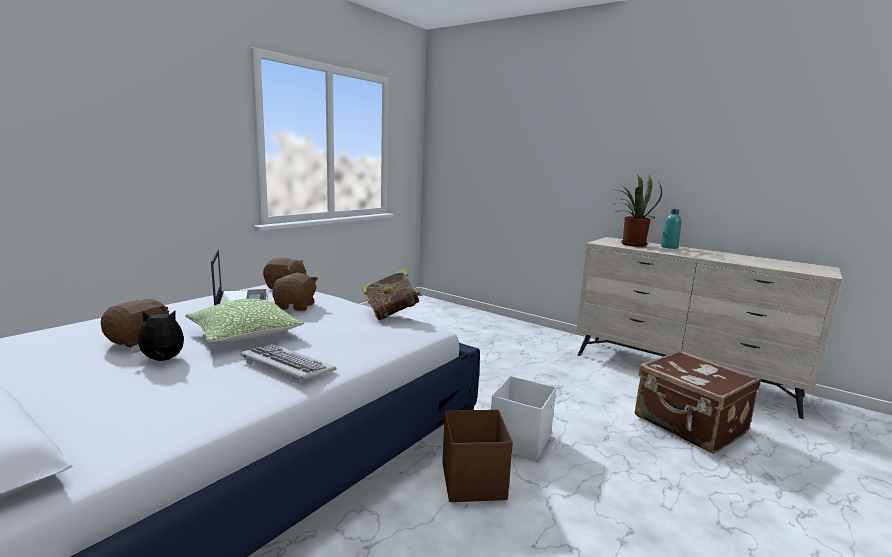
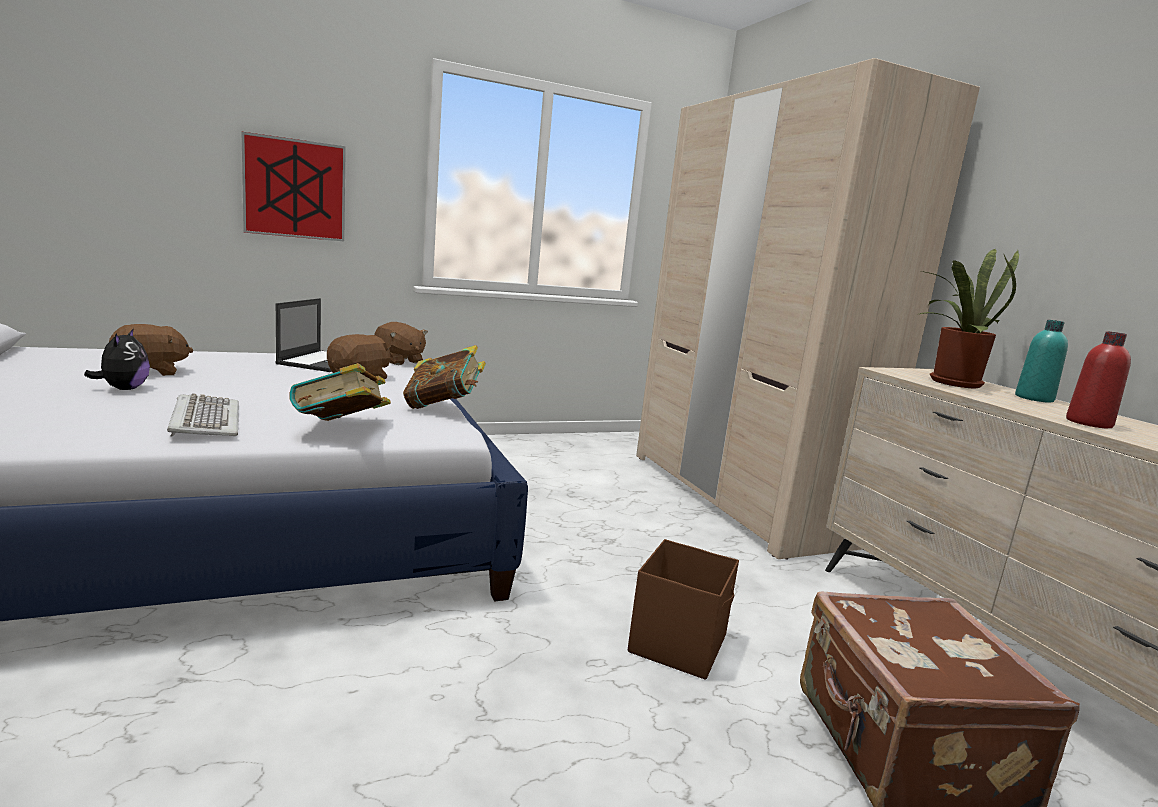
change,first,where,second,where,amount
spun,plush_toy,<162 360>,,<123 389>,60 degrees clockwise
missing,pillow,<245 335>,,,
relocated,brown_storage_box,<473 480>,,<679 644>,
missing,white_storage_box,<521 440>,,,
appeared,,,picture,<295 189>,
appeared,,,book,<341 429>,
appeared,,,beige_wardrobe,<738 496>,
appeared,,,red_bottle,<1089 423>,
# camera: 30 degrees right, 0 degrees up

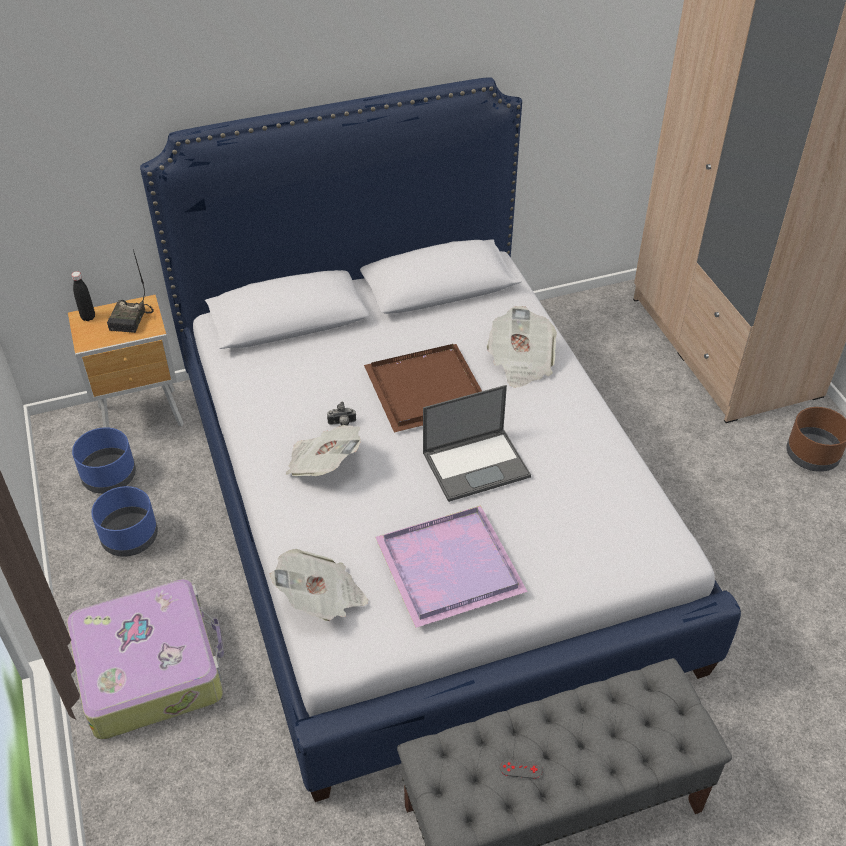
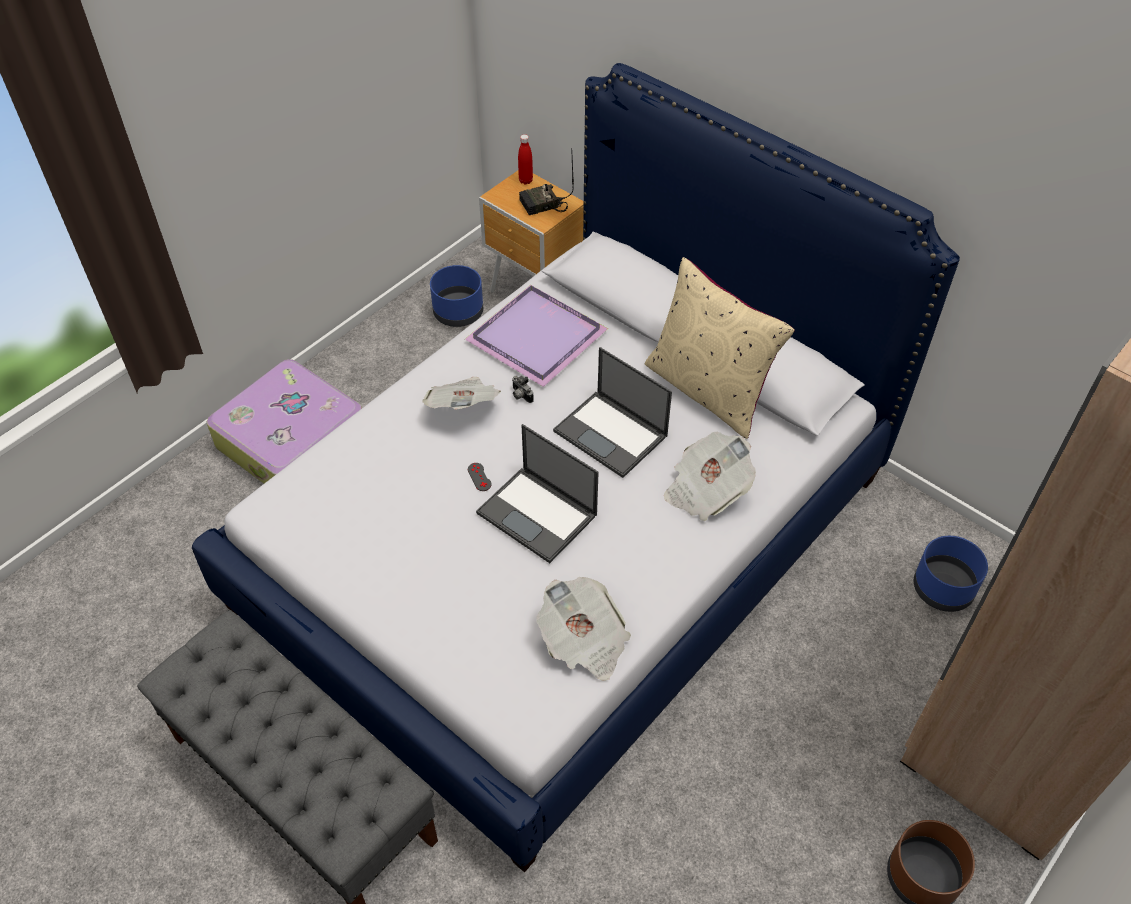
change,first,where,second,where,amount
colour,black_bottle,<88 317>,red_bottle,<525 181>,
relocated,blue_planter,<130 538>,,<942 589>,
relocated,newspaper,<322 599>,,<584 641>,
exchanged,brown_tray,<427 388>,laptop,<612 434>,
relocated,purple_tray,<450 564>,,<539 337>,
relocated,grey_game_controller,<521 768>,,<479 477>,
appeared,,,beige_pillow,<708 390>,
# camera: 60 degrees right, 5 degrees up

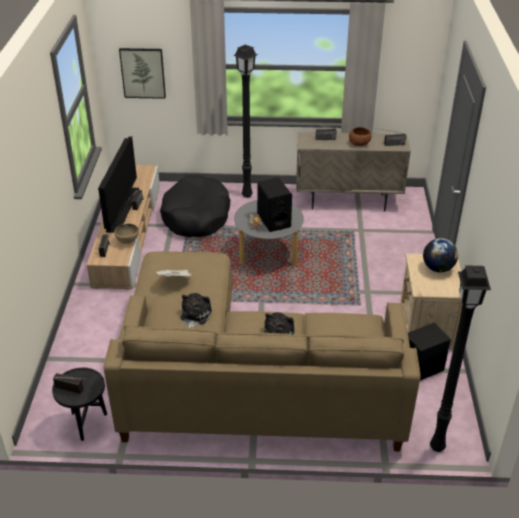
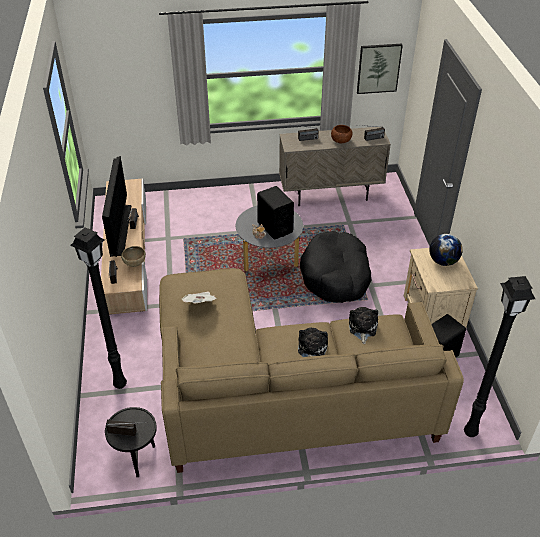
change,first,where,second,where,amount
relocated,picture,<143 73>,,<378 68>,
relocated,black_dog_bed,<196 216>,,<335 276>,
relocated,plush_toy,<194 316>,,<362 328>,
relocated,black_floor_lamp,<247 195>,,<120 385>,
# camera: 10 degrees left, 5 degrees up

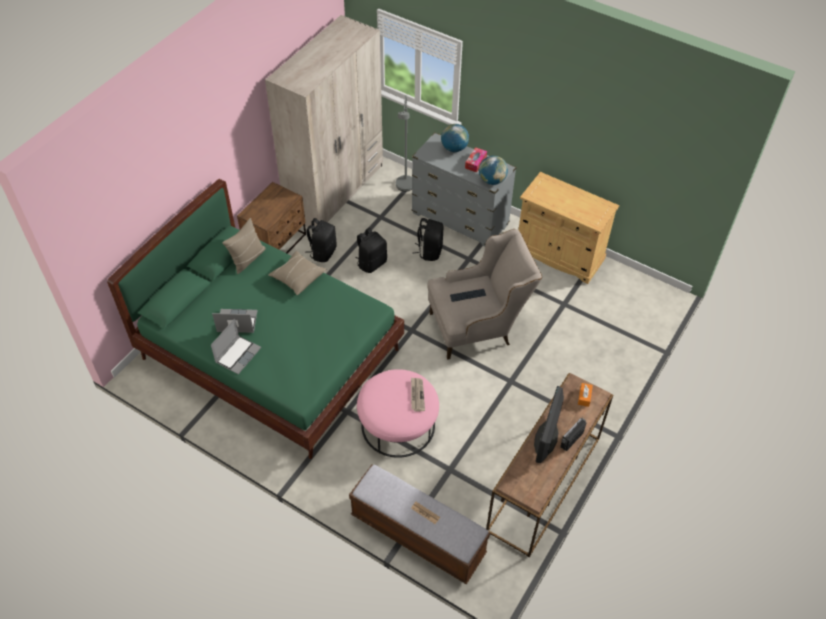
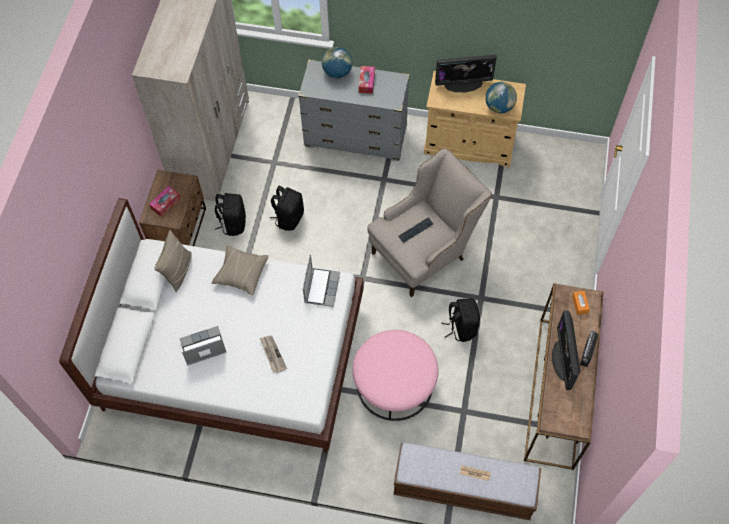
change,first,where,second,where,amount
colour,green_bed,<271 353>,white_bed,<234 355>,
relocated,laptop,<238 355>,,<321 287>,
missing,grey_floor_lamp,<405 188>,,,
relocated,newspaper,<417 395>,,<272 354>,
relocated,black_backpack,<429 251>,,<461 327>,
relocated,globe,<492 180>,,<499 107>,
appeared,,,tissue_box,<165 203>,
appeared,,,monitor,<463 84>,
# camera: 20 degrees left, 10 degrees up

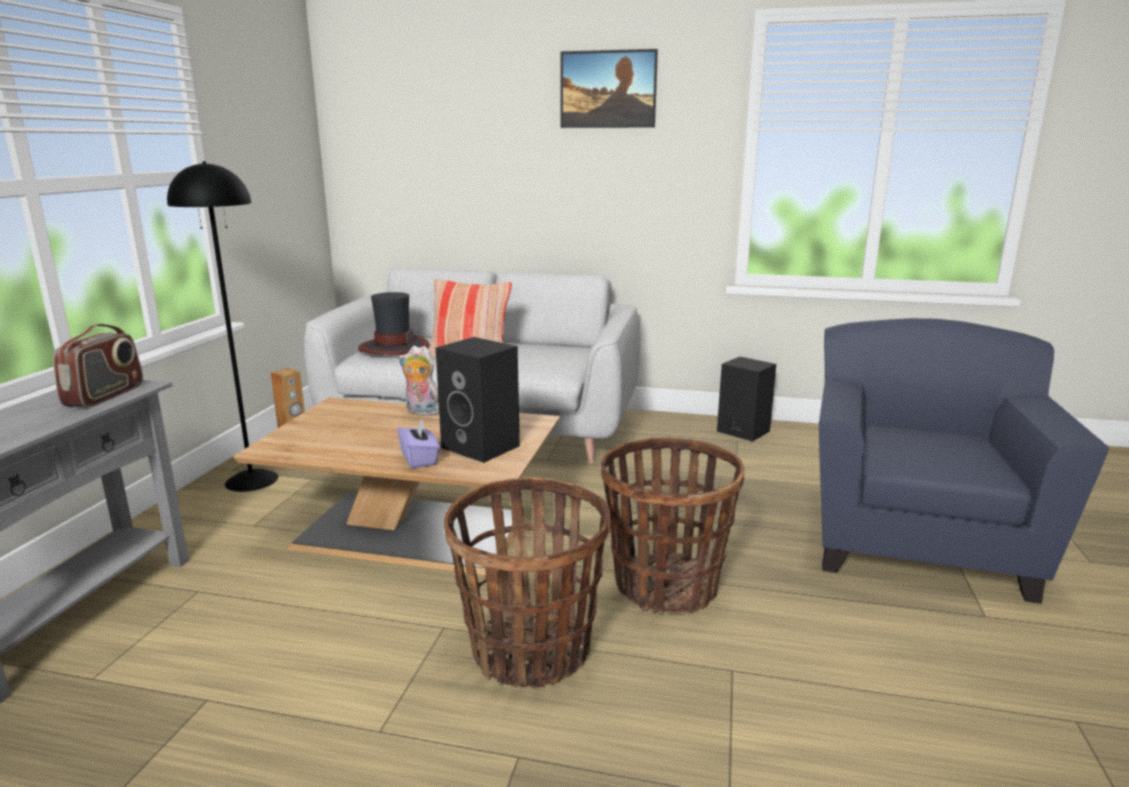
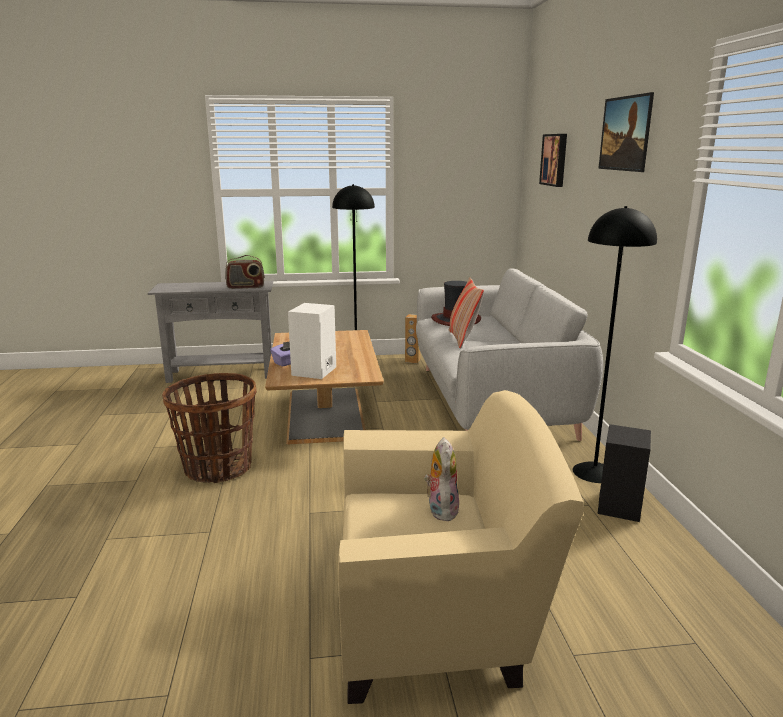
change,first,where,second,where,amount
relocated,plush_toy,<421 412>,,<440 509>,
colour,black_speaker,<483 447>,white_speaker,<314 371>,
missing,basket,<665 585>,,,
colour,blue_armchair,<914 540>,beige_armchair,<438 620>,
appeared,,,picture,<555 160>,
appeared,,,black_floor_lamp,<595 472>,
# camera: 70 degrees right, 0 degrees up

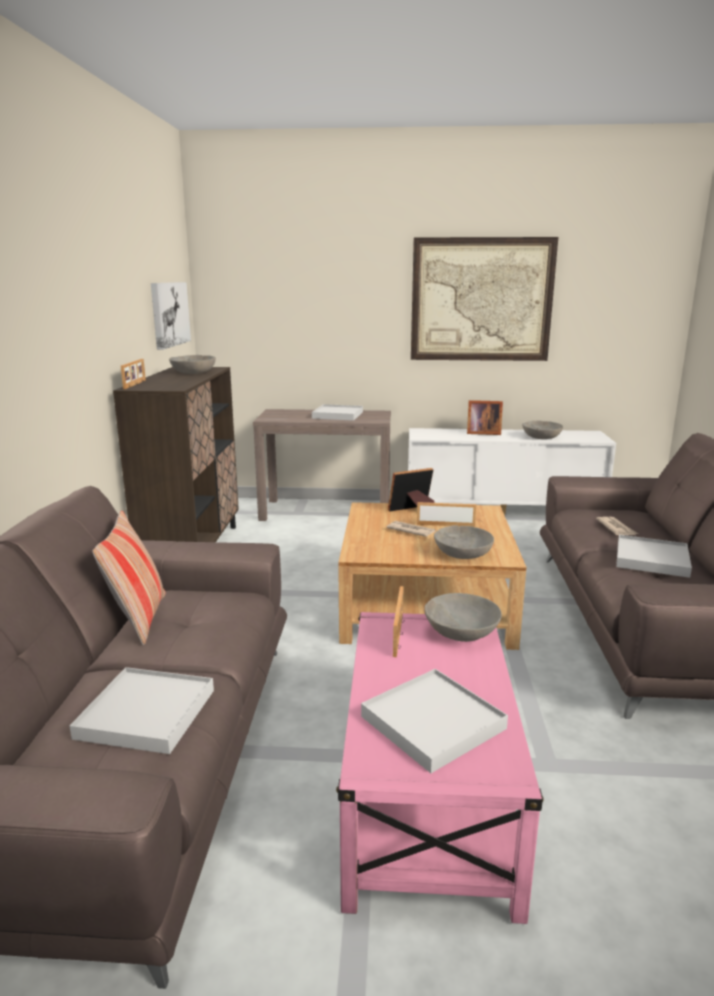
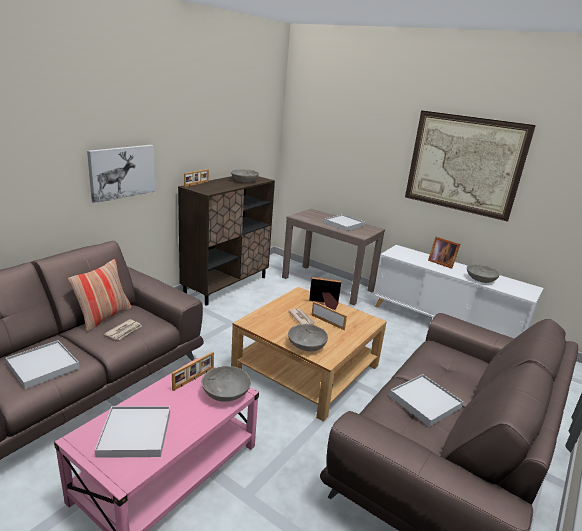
change,first,where,second,where,amount
relocated,picture,<169 314>,,<122 172>,
relocated,newspaper,<616 528>,,<124 331>,
# camera: 30 degrees right, 5 degrees up

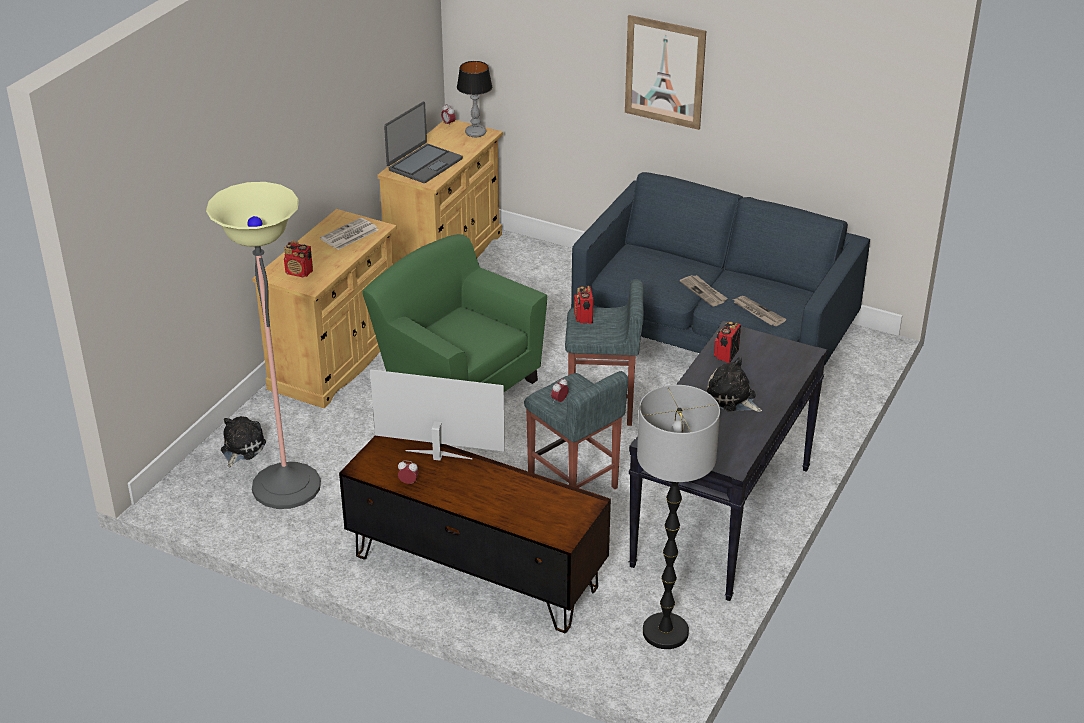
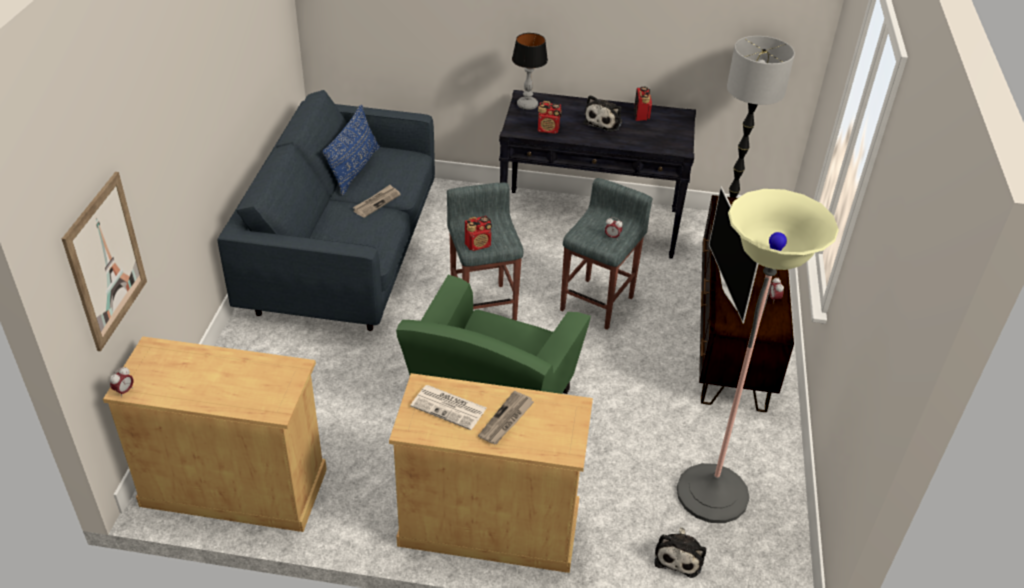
change,first,where,second,where,amount
spun,plush_toy,<241 448>,,<679 556>,75 degrees counterclockwise
relocated,radio,<299 272>,,<641 115>,
missing,laptop,<424 164>,,,
relocated,table_lamp,<476 133>,,<527 105>,
relocated,picture,<664 72>,,<106 261>,
relocated,newspaper,<757 312>,,<506 420>,
appeared,,,blue_pillow,<355 169>,
# camera: 110 degrees left, 5 degrees up

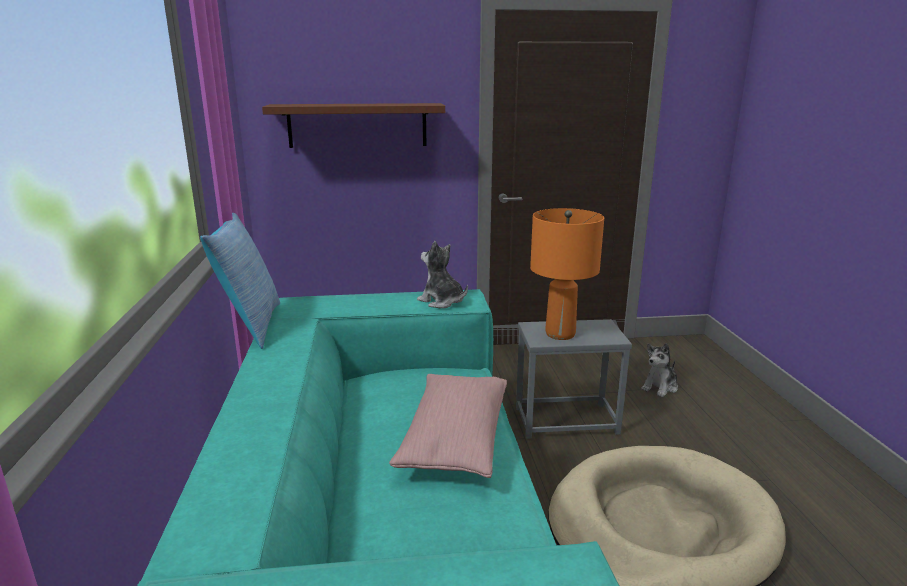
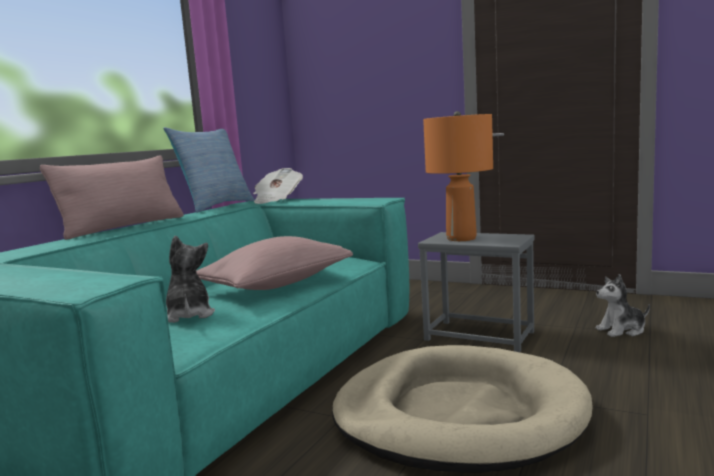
change,first,where,second,where,amount
missing,brown_shelf,<357 125>,,,
relocated,plush_toy,<442 301>,,<189 315>,
appeared,,,pink_pillow,<124 227>,
appeared,,,newspaper,<277 200>,
# camera: 35 degrees right, 10 degrees down

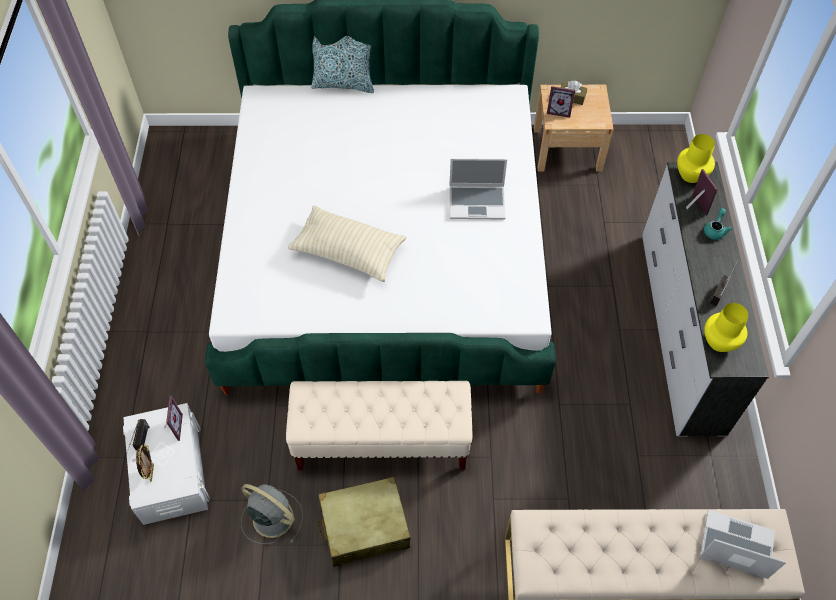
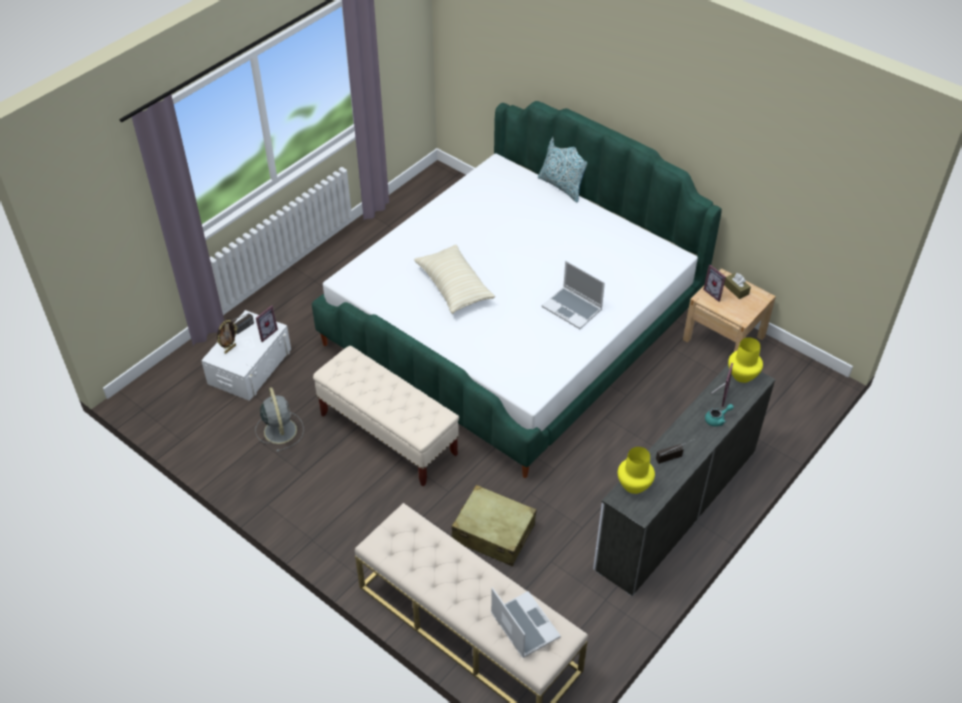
change,first,where,second,where,amount
relocated,beige_suitcase,<364 526>,,<493 533>,
# camera: 40 degrees right, 10 degrees down

